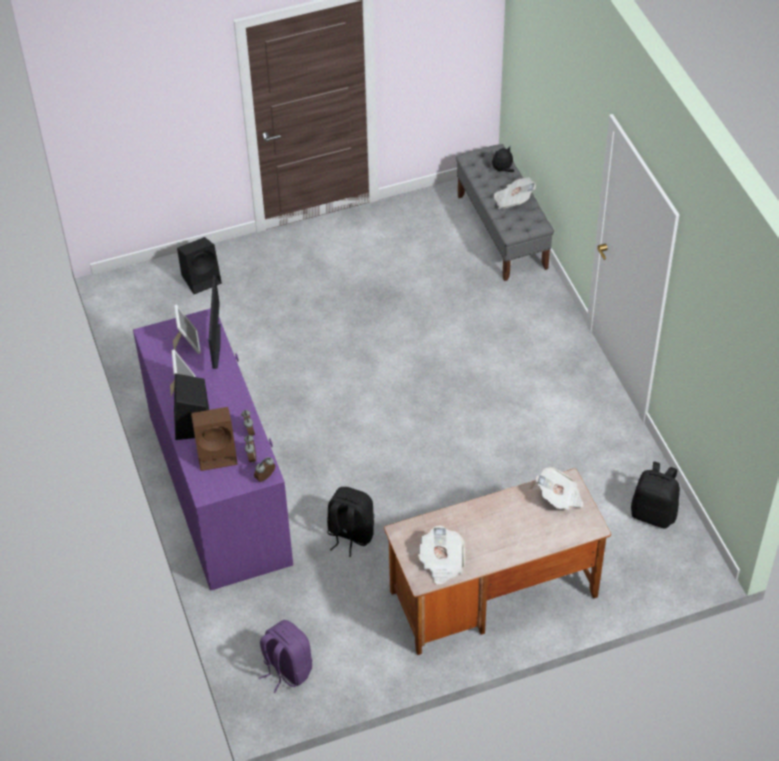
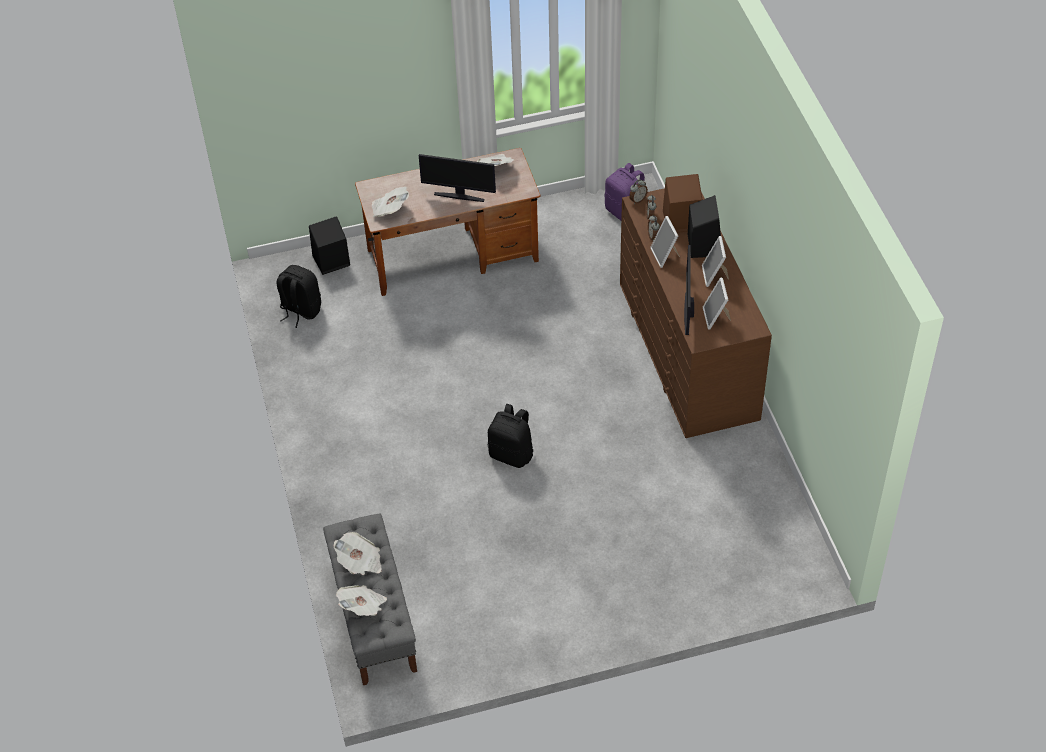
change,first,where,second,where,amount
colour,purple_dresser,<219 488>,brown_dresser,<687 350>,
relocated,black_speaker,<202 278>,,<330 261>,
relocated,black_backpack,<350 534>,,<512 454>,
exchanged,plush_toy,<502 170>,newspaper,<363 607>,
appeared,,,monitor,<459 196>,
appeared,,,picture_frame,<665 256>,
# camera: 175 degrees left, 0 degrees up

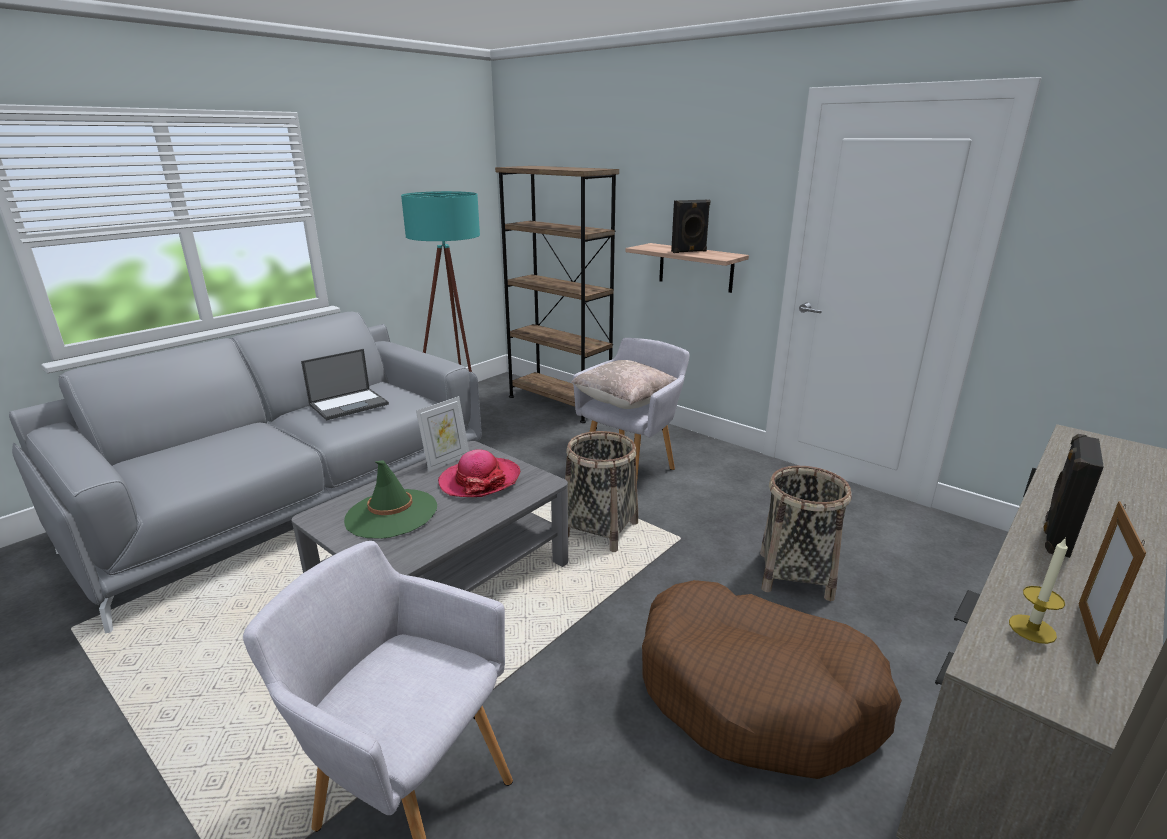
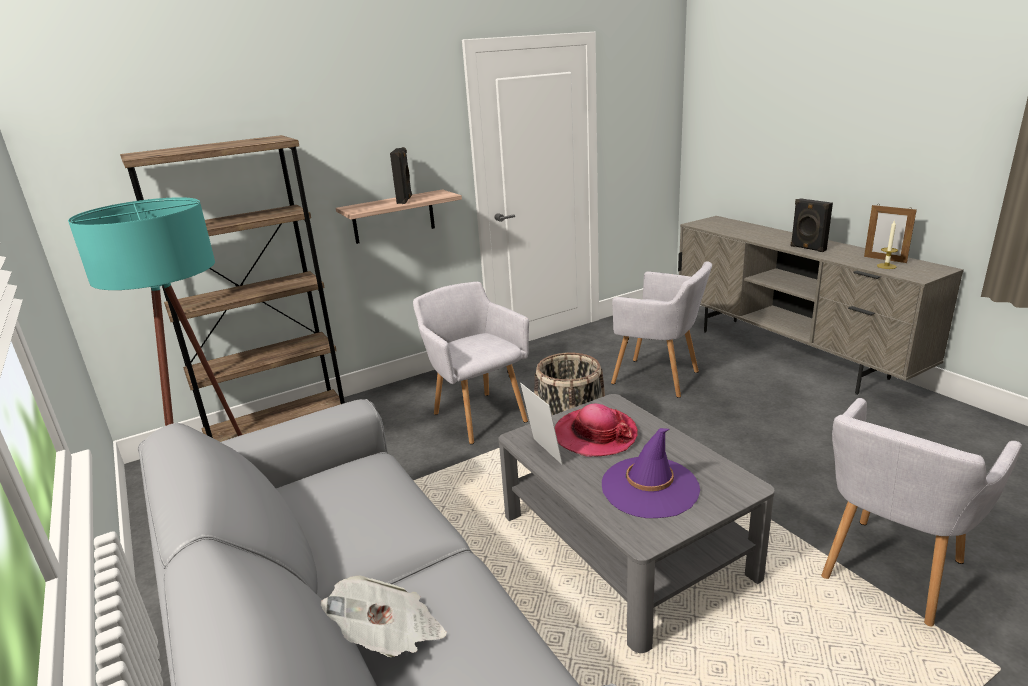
change,first,where,second,where,amount
missing,laptop,<349 404>,,,
colour,green_hat,<391 514>,purple_hat,<650 487>,
missing,beige_pillow,<624 403>,,,
missing,brown_dog_bed,<756 693>,,,
exchanged,basket,<794 575>,grey_armchair,<660 378>,
appeared,,,newspaper,<390 637>,
# camera: 70 degrees left, 0 degrees up

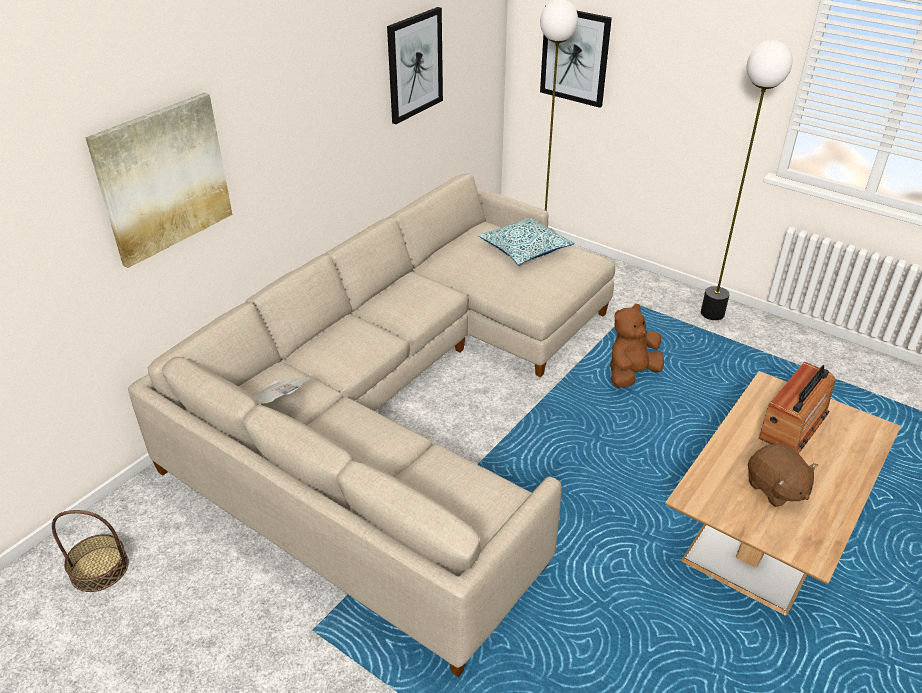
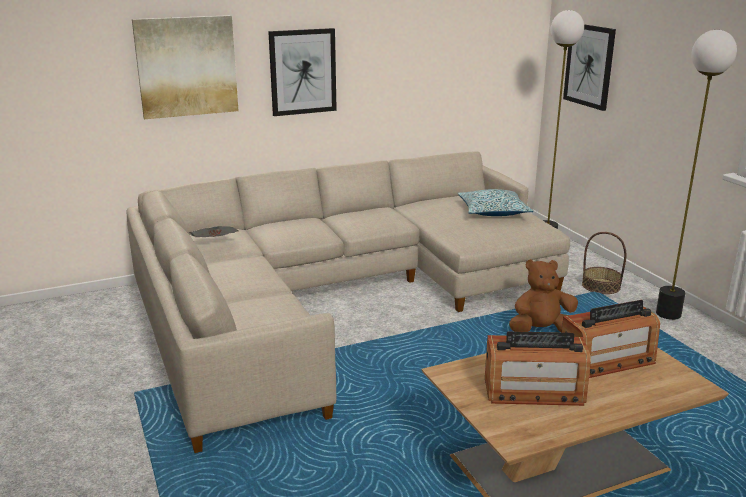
change,first,where,second,where,amount
relocated,basket,<99 568>,,<601 286>,
relocated,picture,<414 65>,,<303 72>,
exchanged,brown_plush_toy,<775 489>,radio,<533 391>,
# camera: 30 degrees right, 15 degrees down

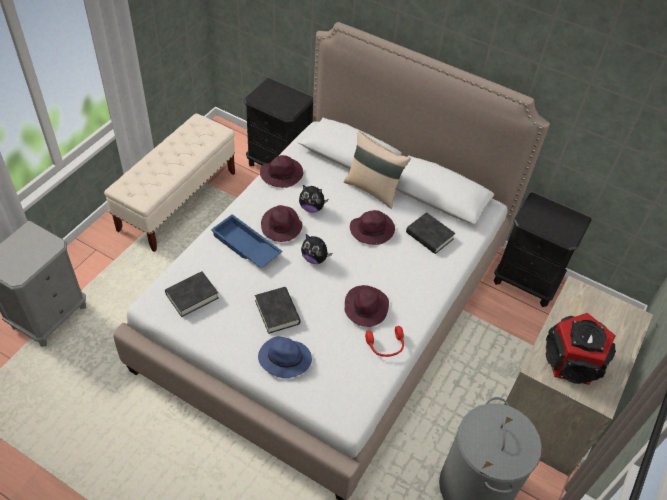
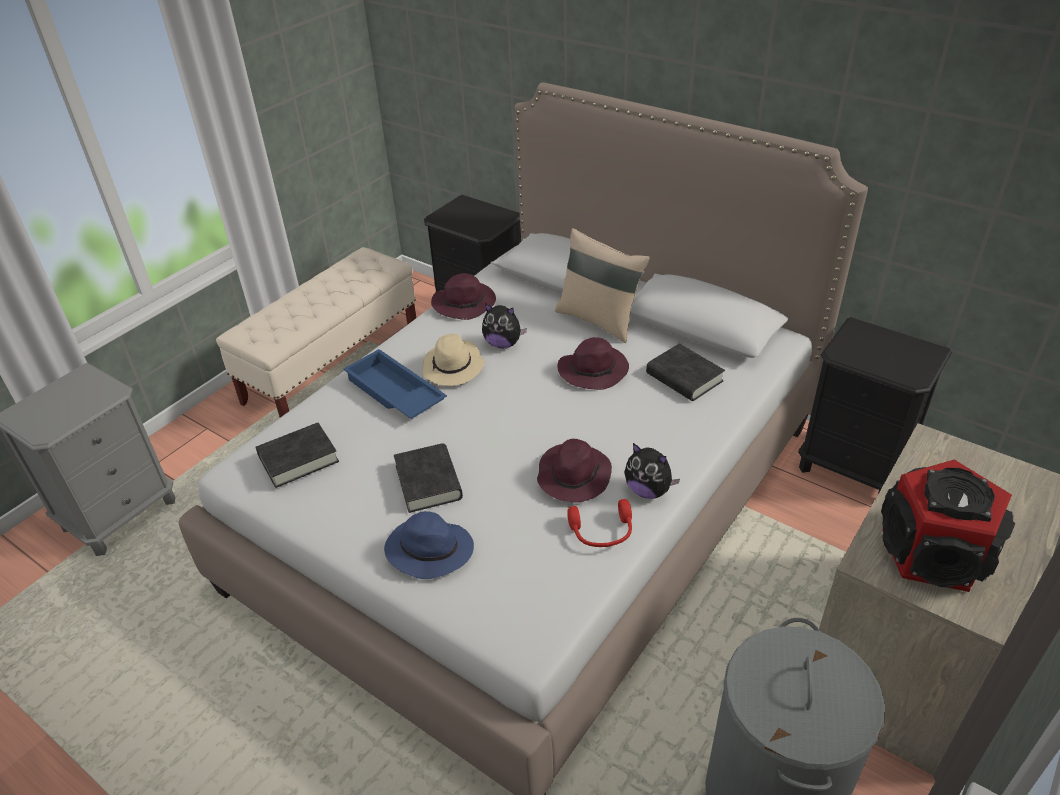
change,first,where,second,where,amount
colour,purple_hat,<281 226>,beige_hat,<453 367>,
relocated,plush_toy,<314 258>,,<648 490>,
# camera: 10 degrees right, 10 degrees down

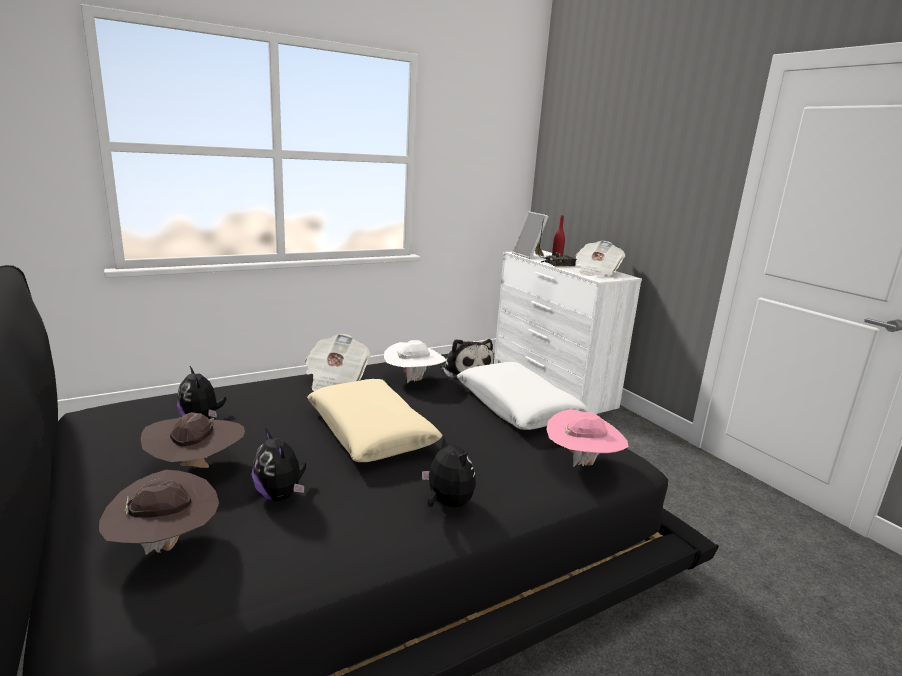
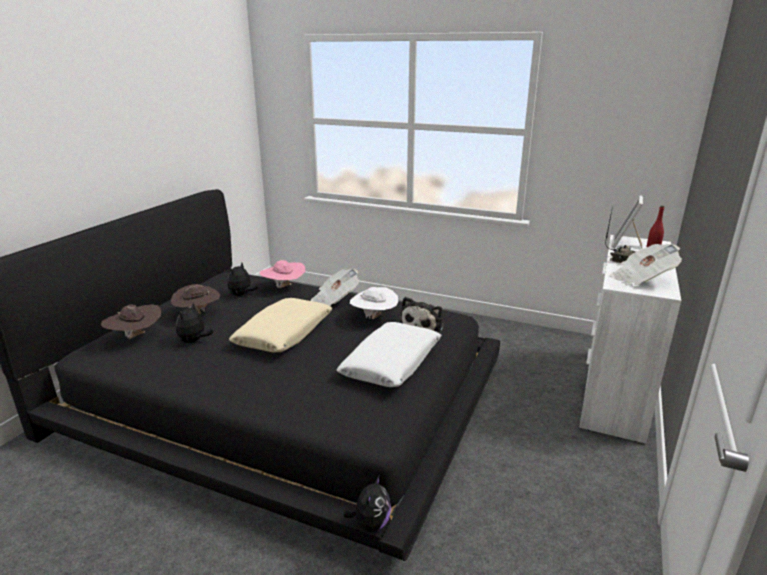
change,first,where,second,where,amount
relocated,plush_toy,<447 504>,,<371 524>,
relocated,pink_hat,<582 463>,,<284 288>,
# camera: 55 degrees right, 5 degrees up

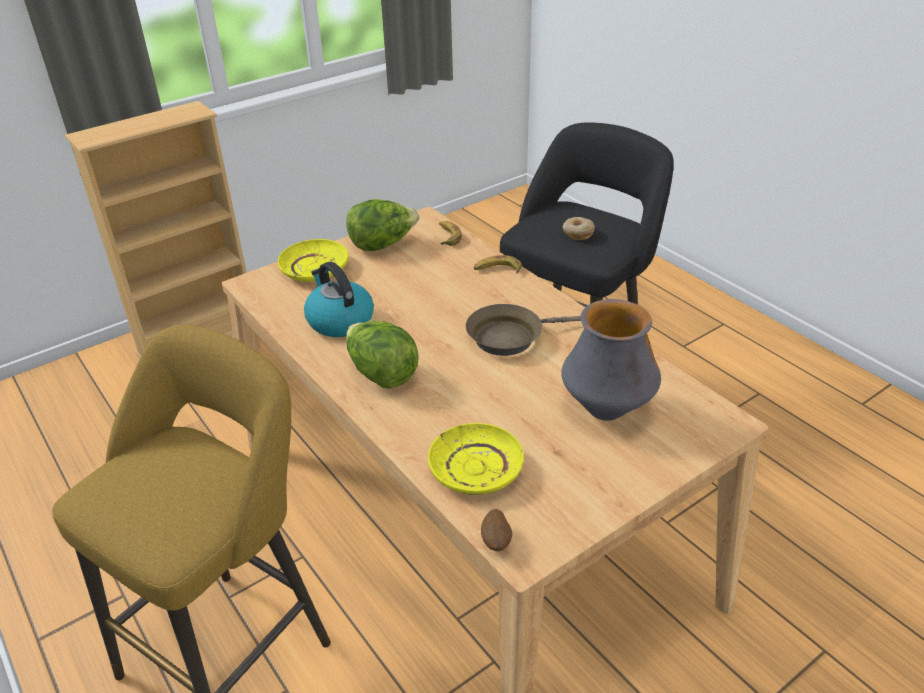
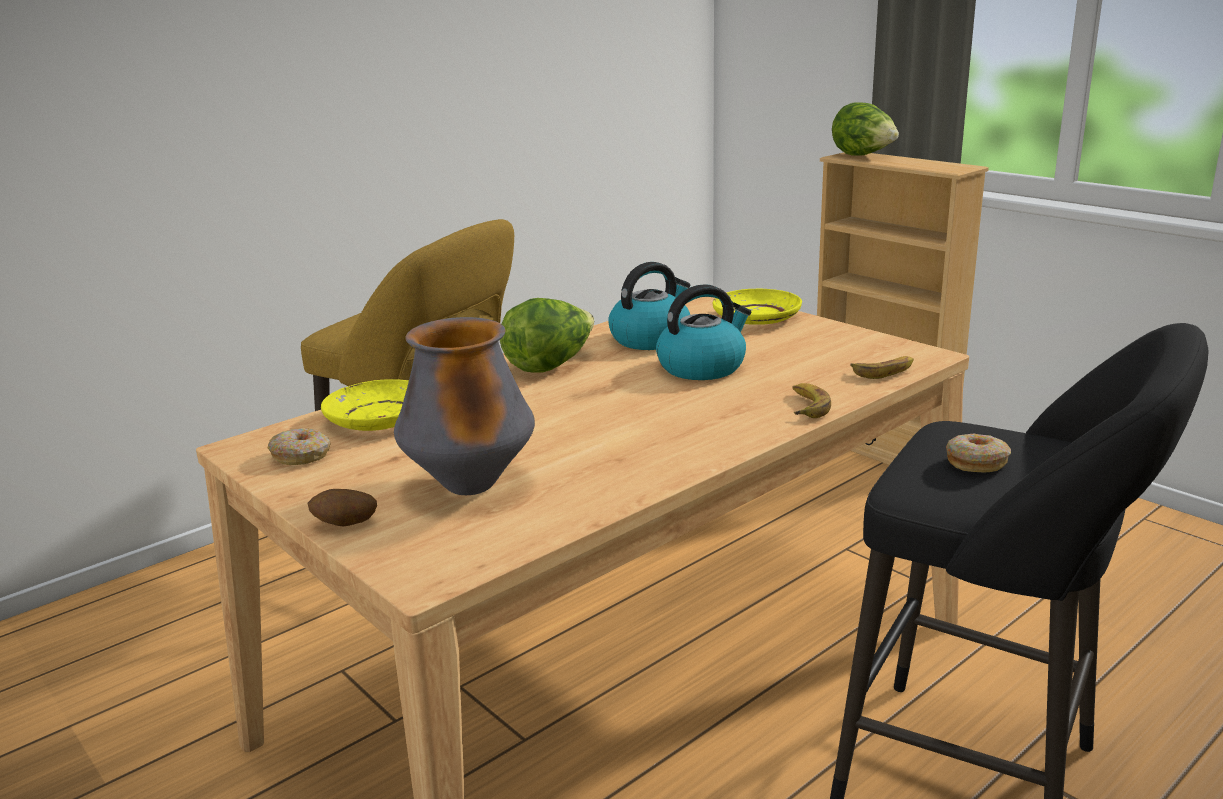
change,first,where,second,where,amount
relocated,lettuce,<382 244>,,<864 156>,
missing,brown_frying_pan,<511 336>,,,
relocated,potato,<496 541>,,<345 525>,
appeared,,,donut,<302 455>,
appeared,,,kettle,<702 367>,
# camera: 85 degrees right, 15 degrees down

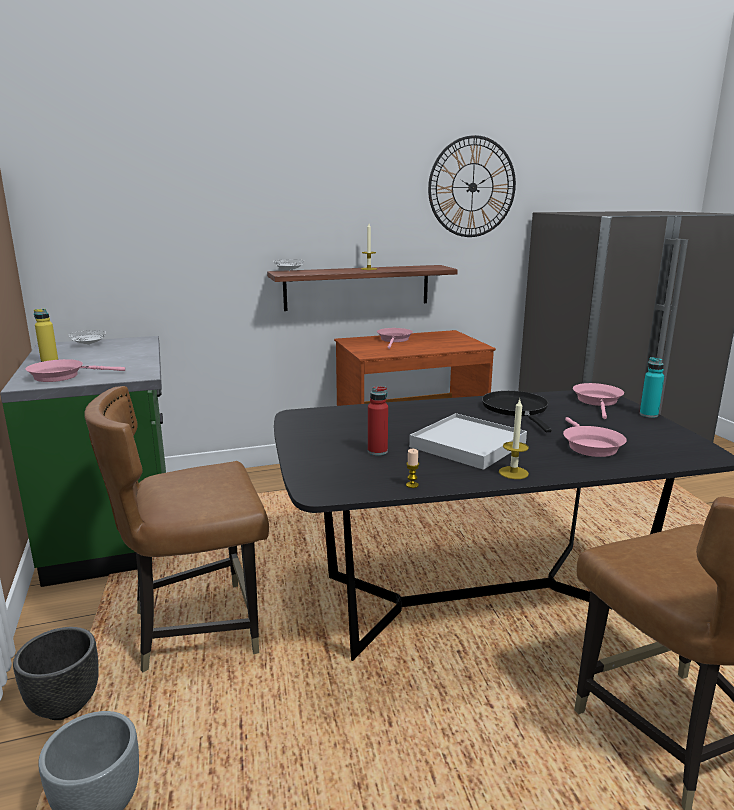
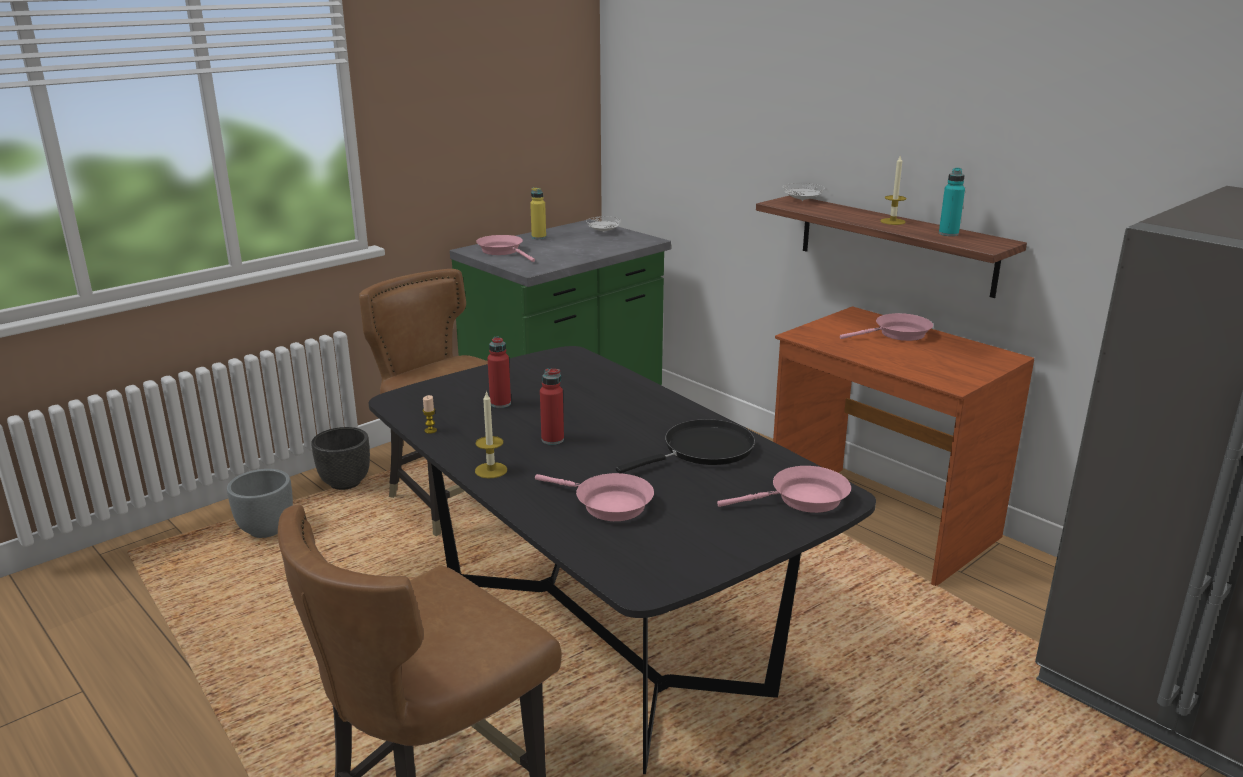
change,first,where,second,where,amount
exchanged,white_tray,<468 445>,red_bottle,<552 440>,
missing,wall_clock,<472 187>,,,
spun,pink_frying_pan,<589 446>,,<608 504>,120 degrees counterclockwise
relocated,turquoise_bottle,<648 415>,,<948 234>,
# camera: 65 degrees right, 5 degrees up

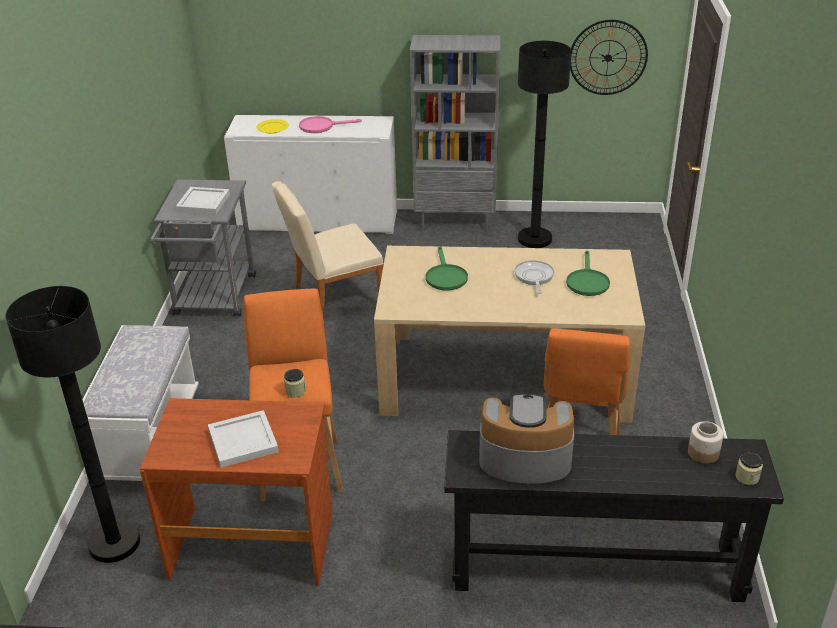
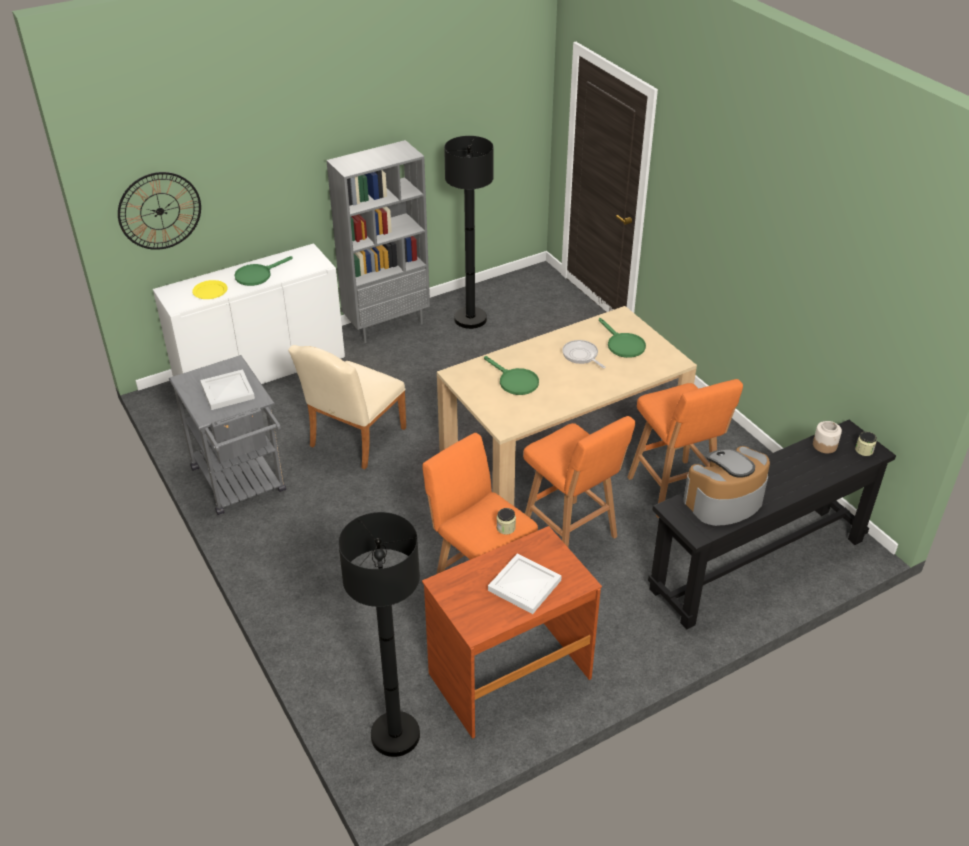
change,first,where,second,where,amount
missing,white_bench,<148 436>,,,
colour,pink_frying_pan,<321 126>,green_frying_pan,<257 275>,
relocated,wall_clock,<608 57>,,<160 211>,
appeared,,,orange_stool,<571 535>,
# camera: 35 degrees left, 5 degrees up

